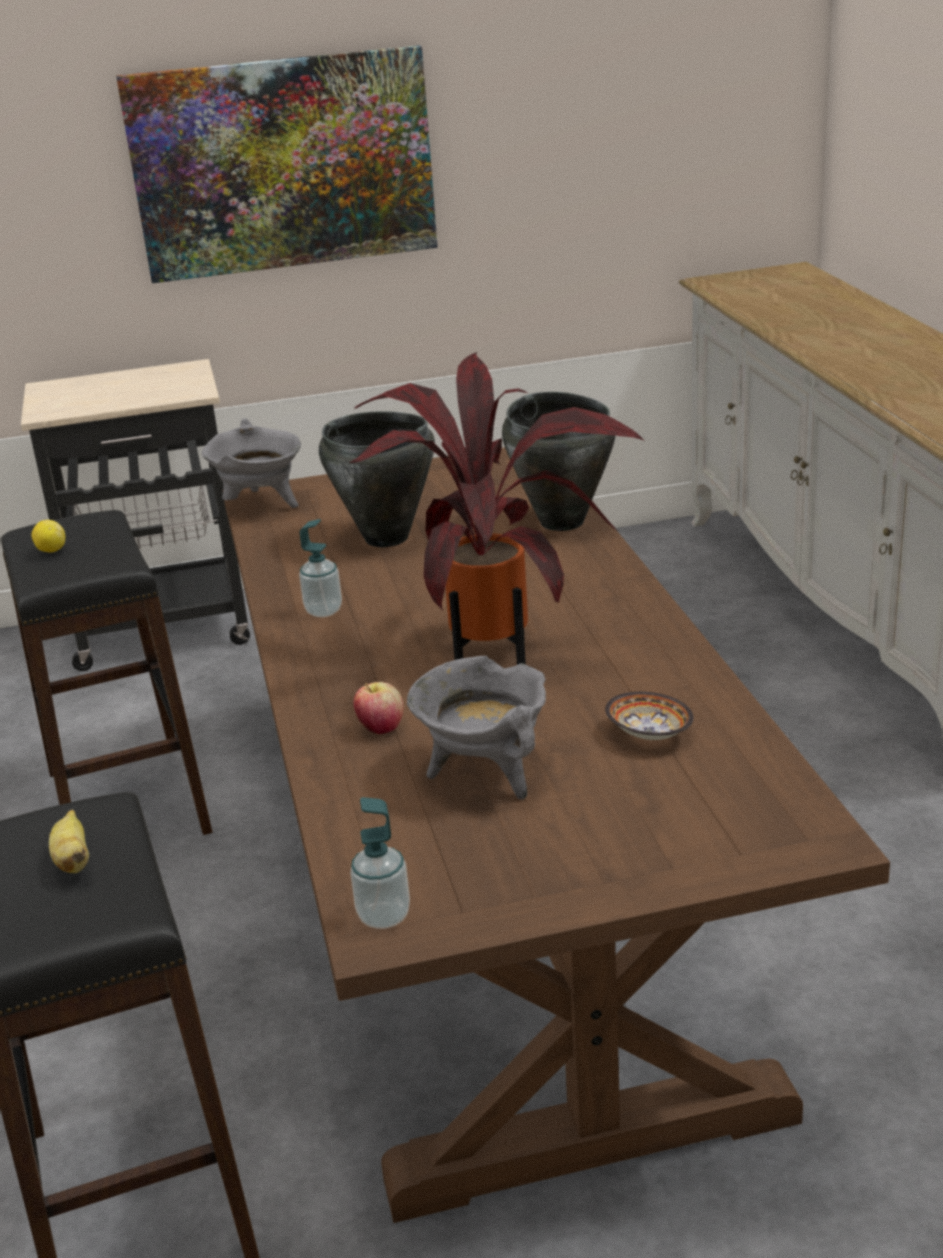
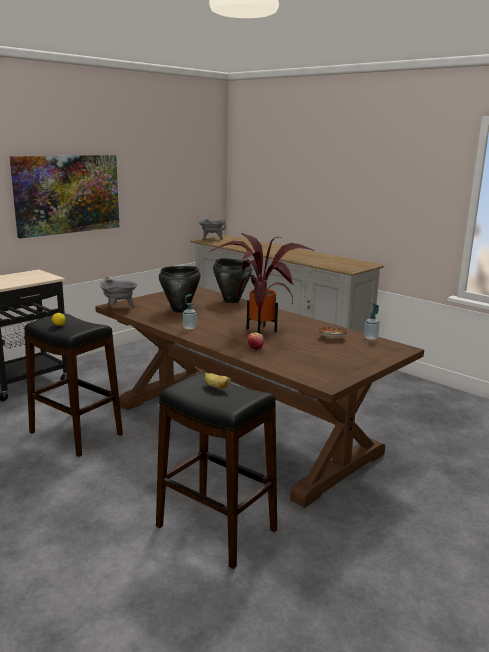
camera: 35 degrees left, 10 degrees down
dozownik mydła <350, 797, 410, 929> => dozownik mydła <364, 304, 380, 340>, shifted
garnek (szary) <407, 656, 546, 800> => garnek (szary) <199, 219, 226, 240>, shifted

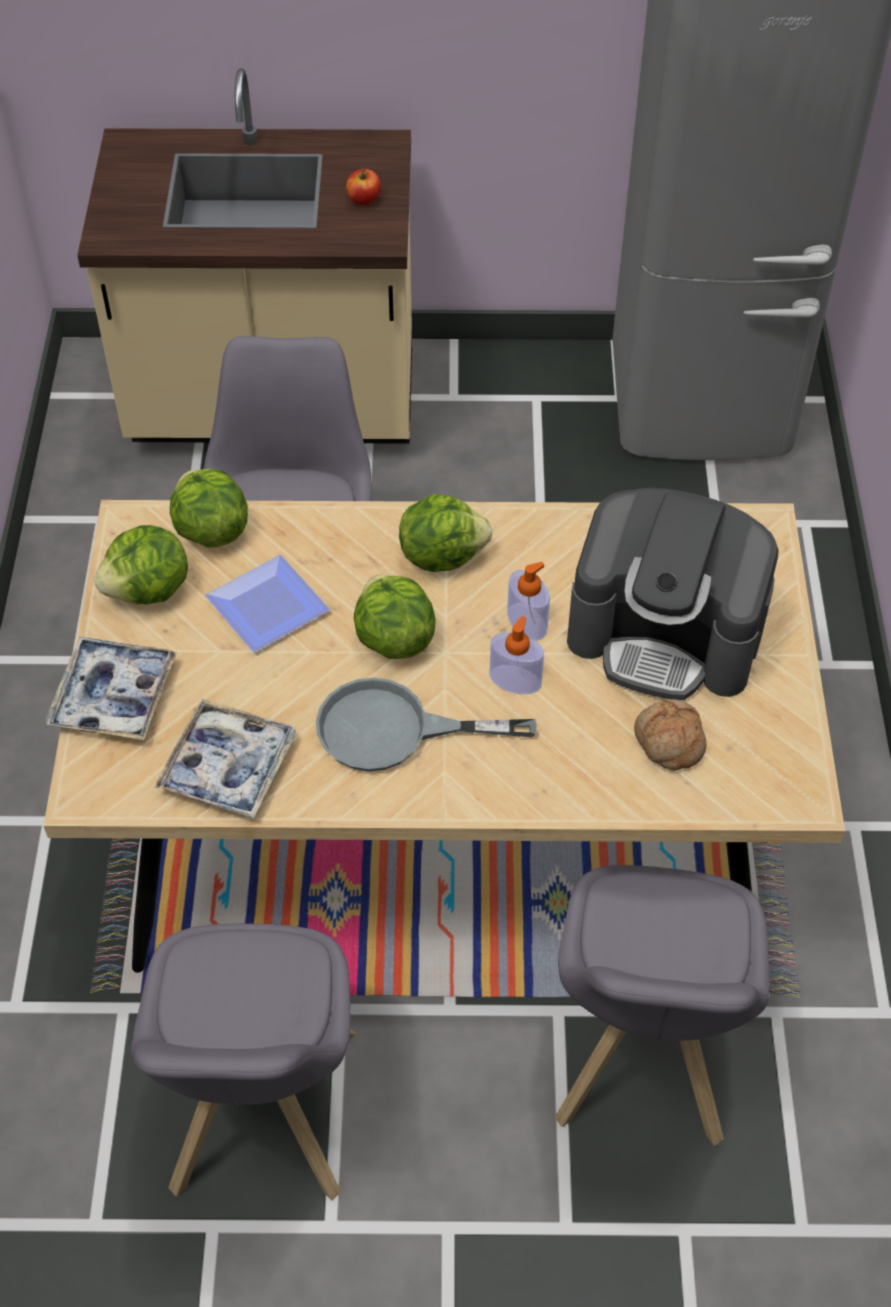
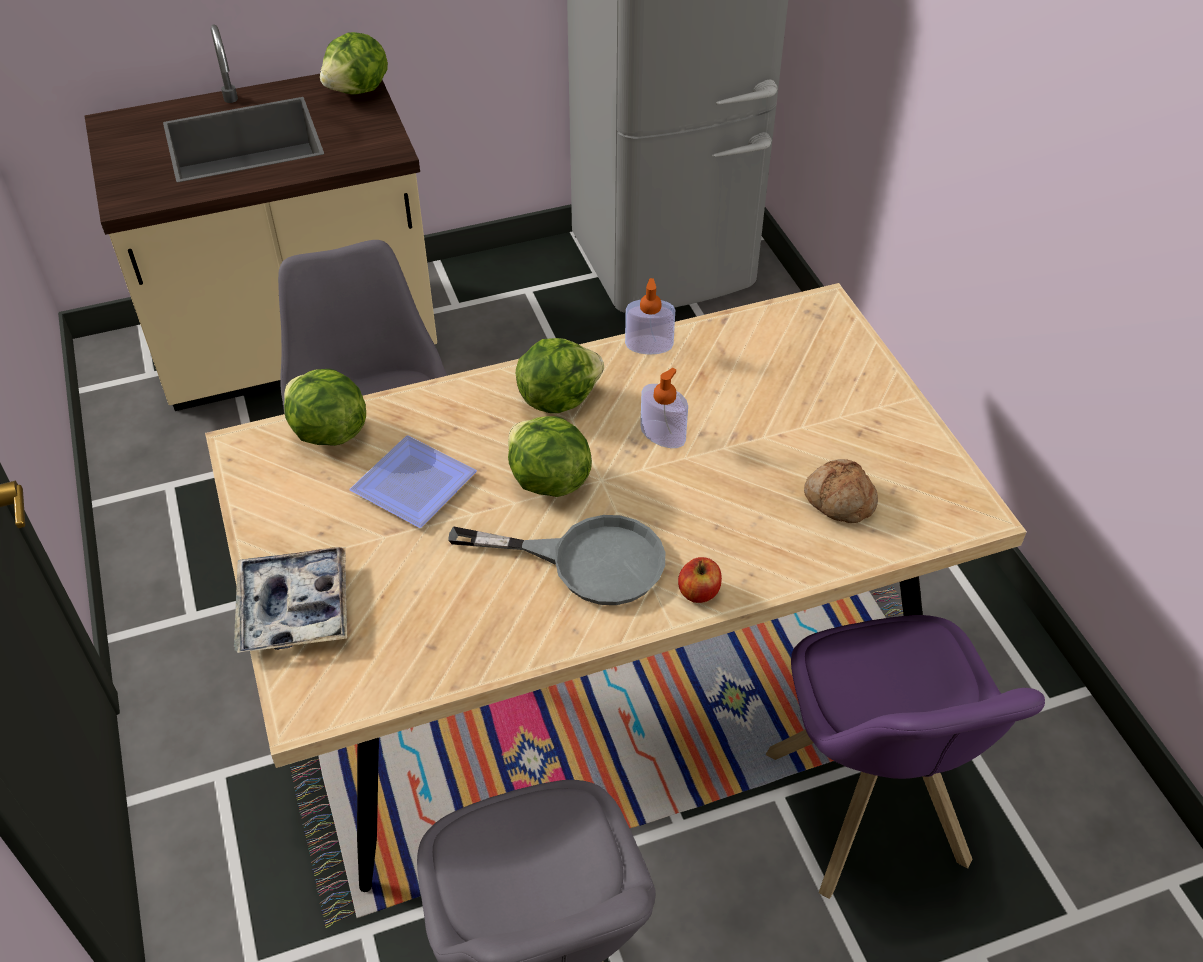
camera: 20 degrees left, 5 degrees down
sałata <94, 525, 188, 605> => sałata <320, 32, 388, 94>, shifted
taca <155, 699, 296, 818> => nothing
patelnia (szary) <316, 678, 537, 772> => patelnia (szary) <448, 515, 665, 605>, 150 degrees counterclockwise
jabłko <346, 169, 381, 205> => jabłko <678, 557, 722, 603>, shifted
dozownik mydła <489, 616, 544, 694> => dozownik mydła <625, 278, 675, 355>, shifted
krzesło (szary) <555, 865, 770, 1146> => krzesło (fioletowy) <766, 615, 1045, 899>
ekspres do kawy <567, 488, 779, 700> => nothing

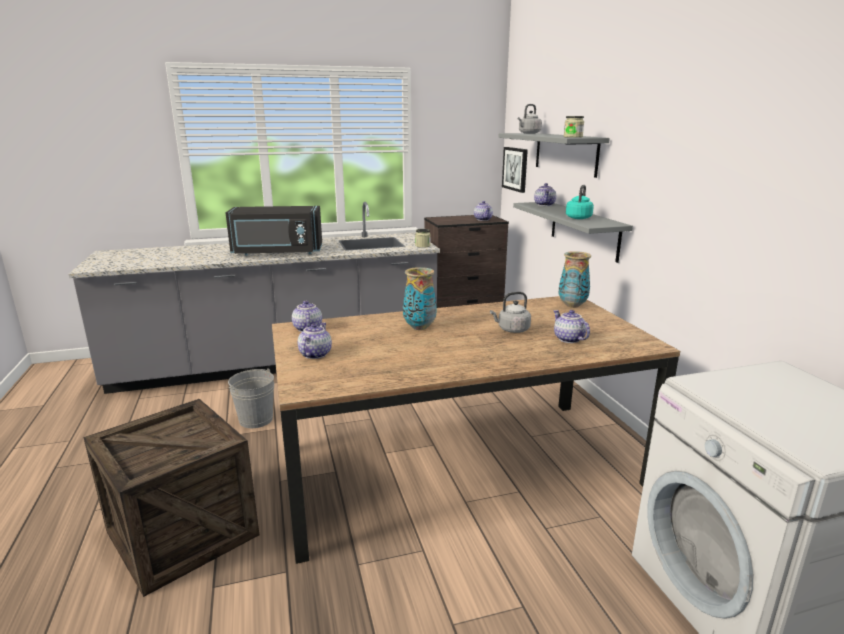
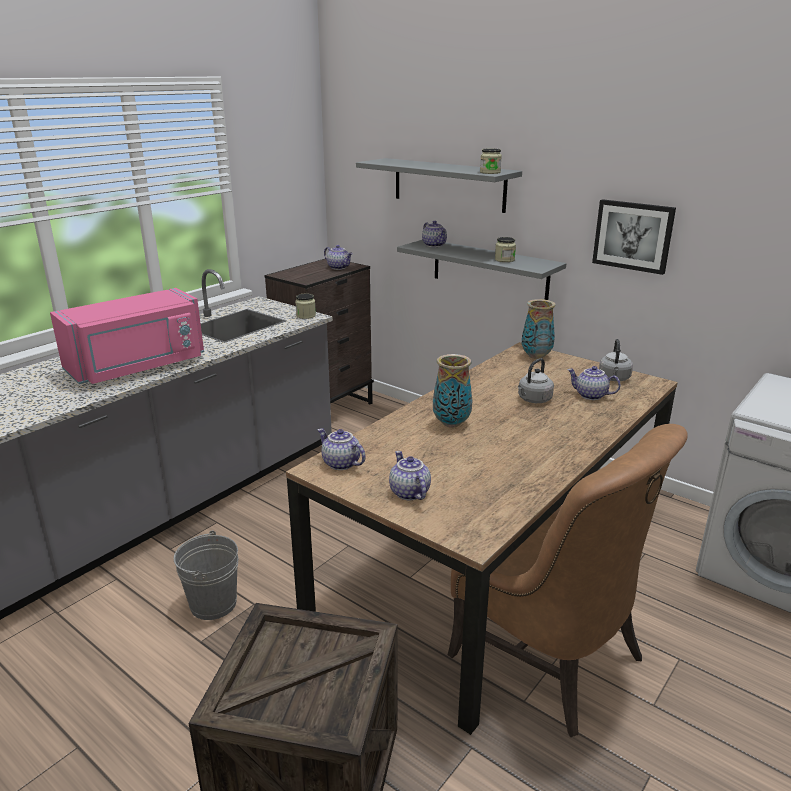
camera: 35 degrees left, 5 degrees up
mikrofalówka (czarny) <226, 206, 322, 256> => mikrofalówka (różowy) <50, 288, 204, 384>
obraz <502, 147, 528, 193> => obraz <592, 199, 676, 275>, shifted
czajnik (szary) <518, 104, 542, 134> => czajnik (szary) <599, 339, 633, 381>, shifted
czajnik (turkusowy) <566, 185, 594, 219> => słoik <495, 237, 516, 262>
nothing => krzesło (brązowy) <448, 424, 688, 737>

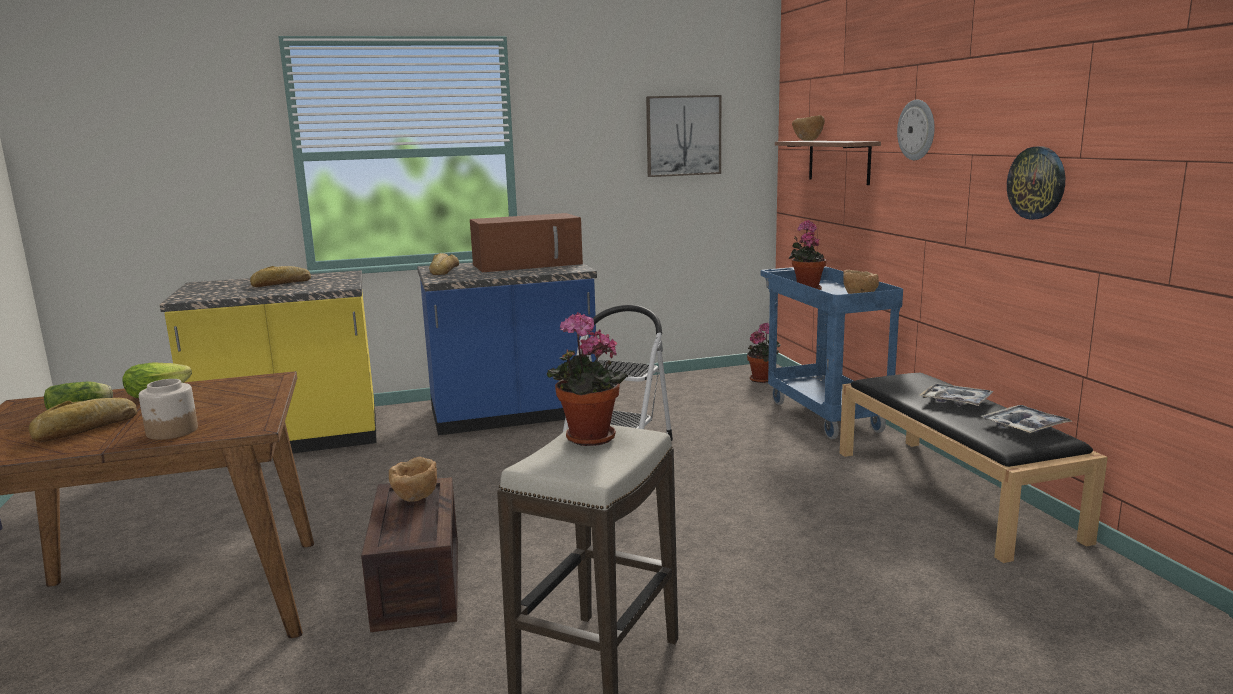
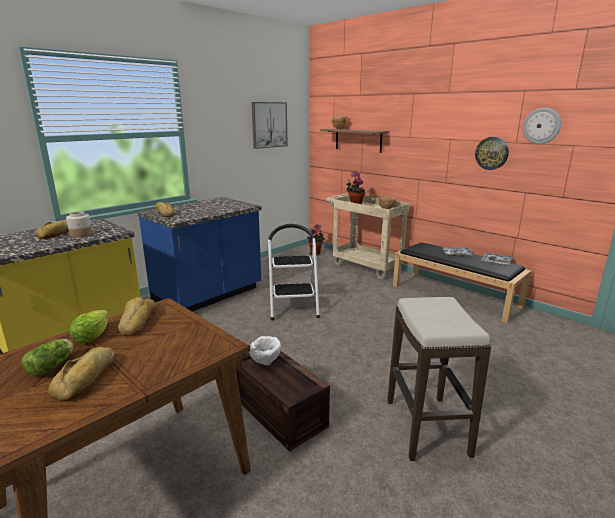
camera: 30 degrees left, 5 degrees up
słoik <139, 379, 198, 440> => słoik <66, 212, 92, 237>, shifted
miska (brązowy) <389, 457, 437, 502> => miska (biały) <249, 336, 281, 365>
mikrofalówka (brązowy) <470, 213, 583, 272> => nothing
roślina doniczkowa <547, 312, 628, 446> => nothing
wózek (niebieski) <761, 266, 903, 439> => wózek (beżowy) <327, 193, 409, 280>
zegar ścienny <897, 99, 935, 160> => zegar ścienny <523, 108, 561, 144>, shifted
nothing => chleb <118, 297, 157, 335>

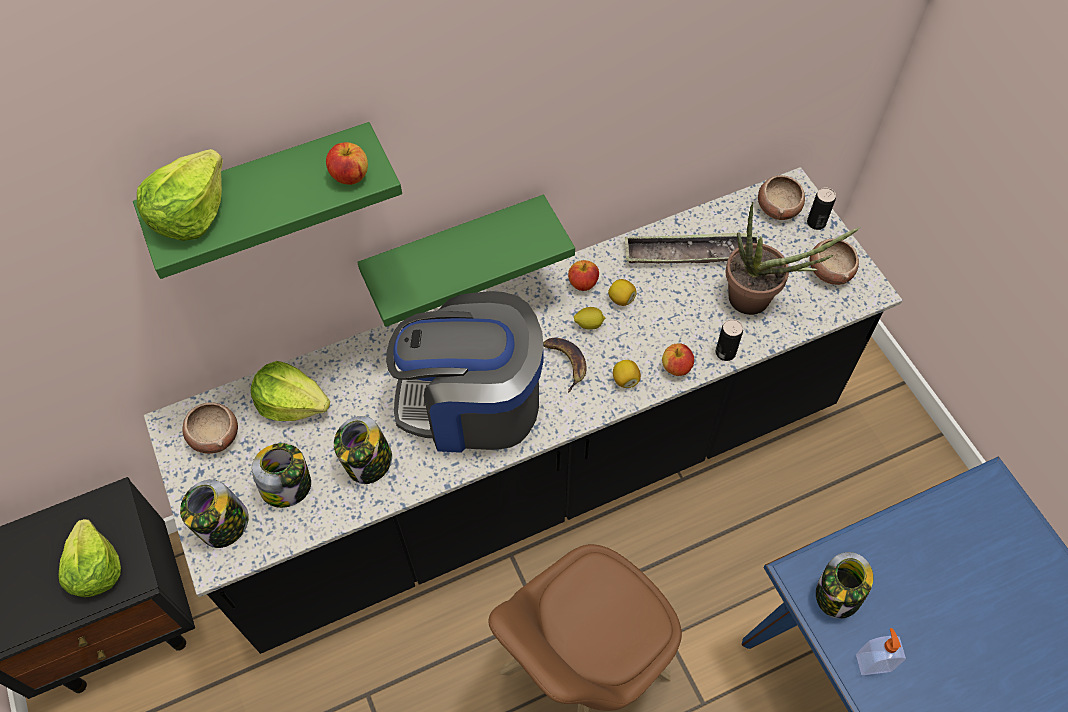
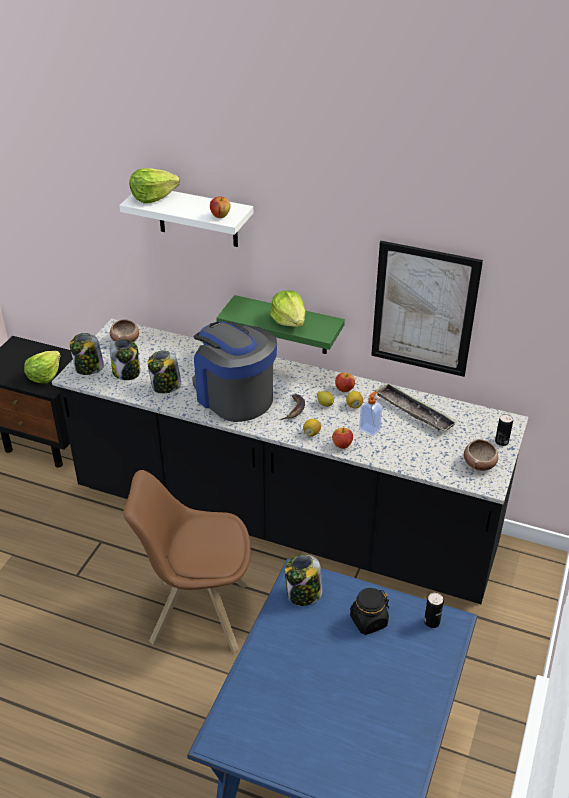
camera: 45 degrees right, 20 degrees down
półka (zielony) <133, 122, 402, 279> => półka (biały) <119, 191, 253, 247>
sałata <251, 361, 330, 421> => sałata <270, 291, 306, 327>, shifted
puszka <715, 319, 743, 361> => puszka <424, 593, 444, 628>, shifted
roślina doniczkowa <725, 201, 860, 315> => nothing
miska <758, 175, 805, 220> => nothing
dozownik mydła <856, 628, 906, 675> => dozownik mydła <359, 392, 382, 436>, shifted
nothing => słoik (czarny) <350, 588, 389, 635>
nothing => obraz <371, 241, 483, 377>

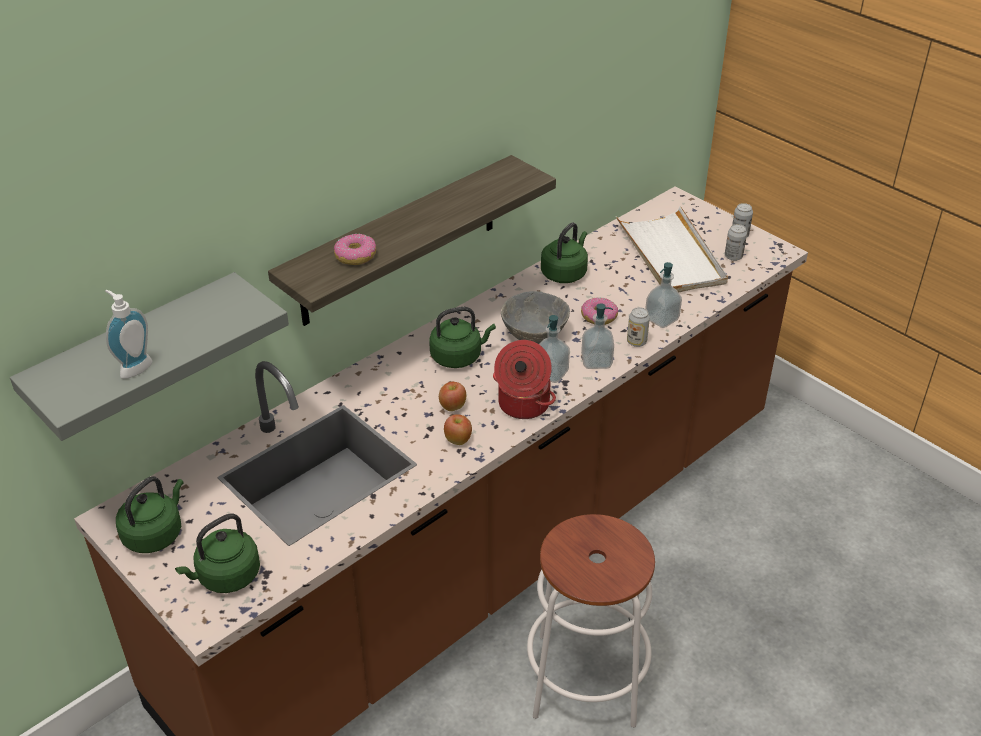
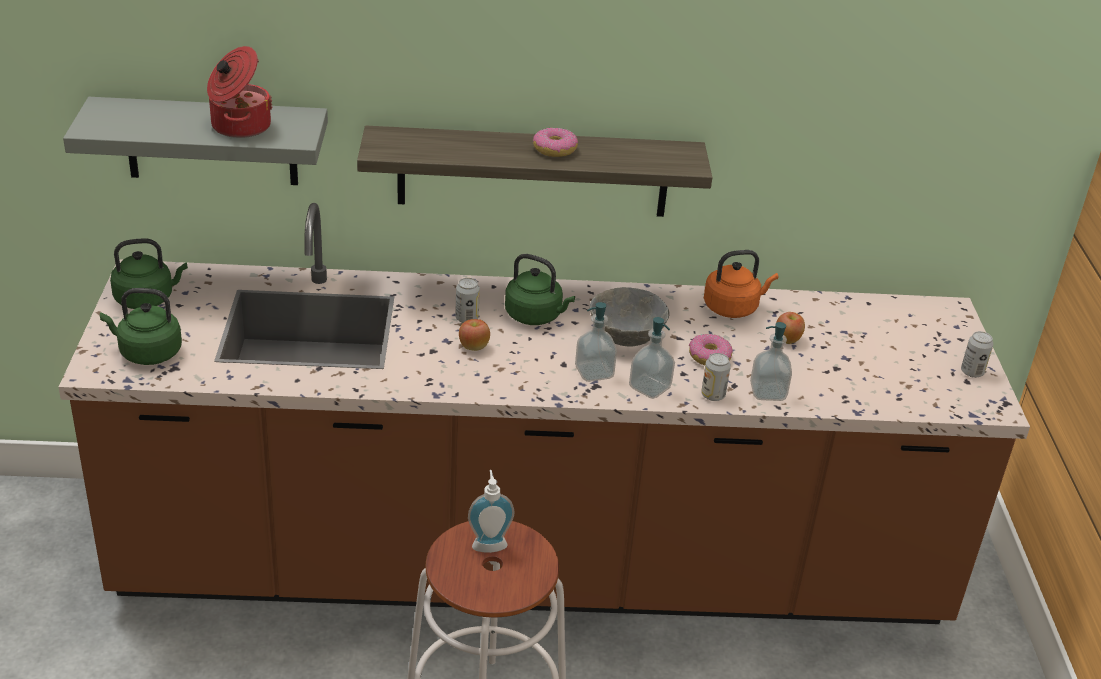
camera: 40 degrees right, 5 degrees down
dozownik mydła <105, 290, 152, 379> => dozownik mydła <468, 470, 514, 553>, shifted
donut <334, 233, 376, 265> => donut <533, 128, 578, 157>, shifted
jabłko <444, 414, 472, 445> => jabłko <776, 312, 805, 344>, shifted
garnek <493, 340, 556, 419> => garnek <207, 46, 273, 138>, shifted
czajnik (zielony) <541, 222, 588, 283> => czajnik (pomarańczowy) <704, 250, 778, 318>
taca (biały) <616, 206, 728, 293> => nothing
puszka <725, 224, 747, 261> => puszka <455, 278, 480, 323>, shifted

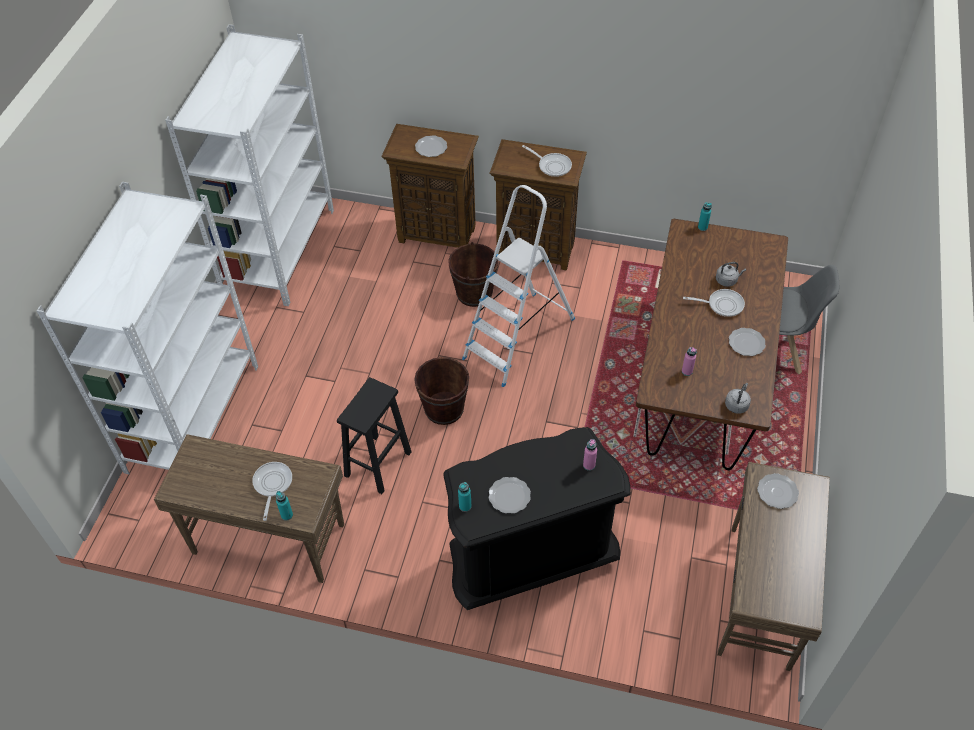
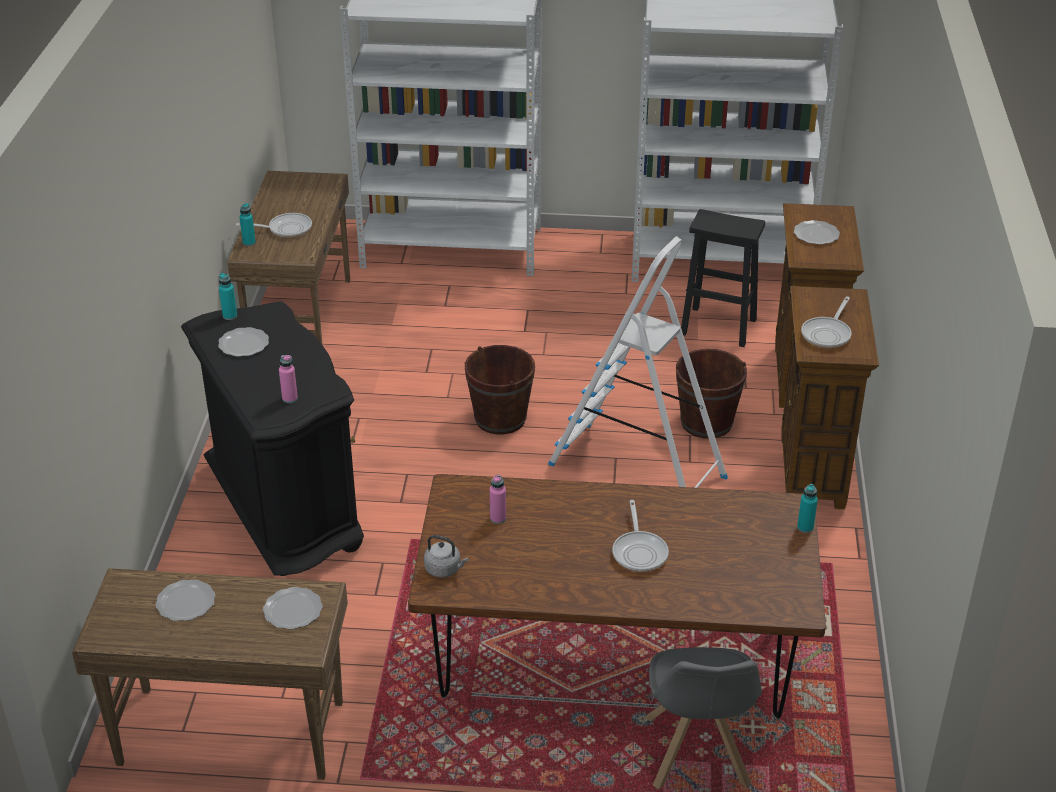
camera: 80 degrees right, 15 degrees down
stołek (czarny) <337, 377, 411, 494> => stołek (czarny) <681, 209, 765, 347>, shifted
czajnik (szary) <716, 262, 746, 287> => nothing
talerz <729, 328, 766, 356> => talerz <156, 580, 215, 621>, shifted

